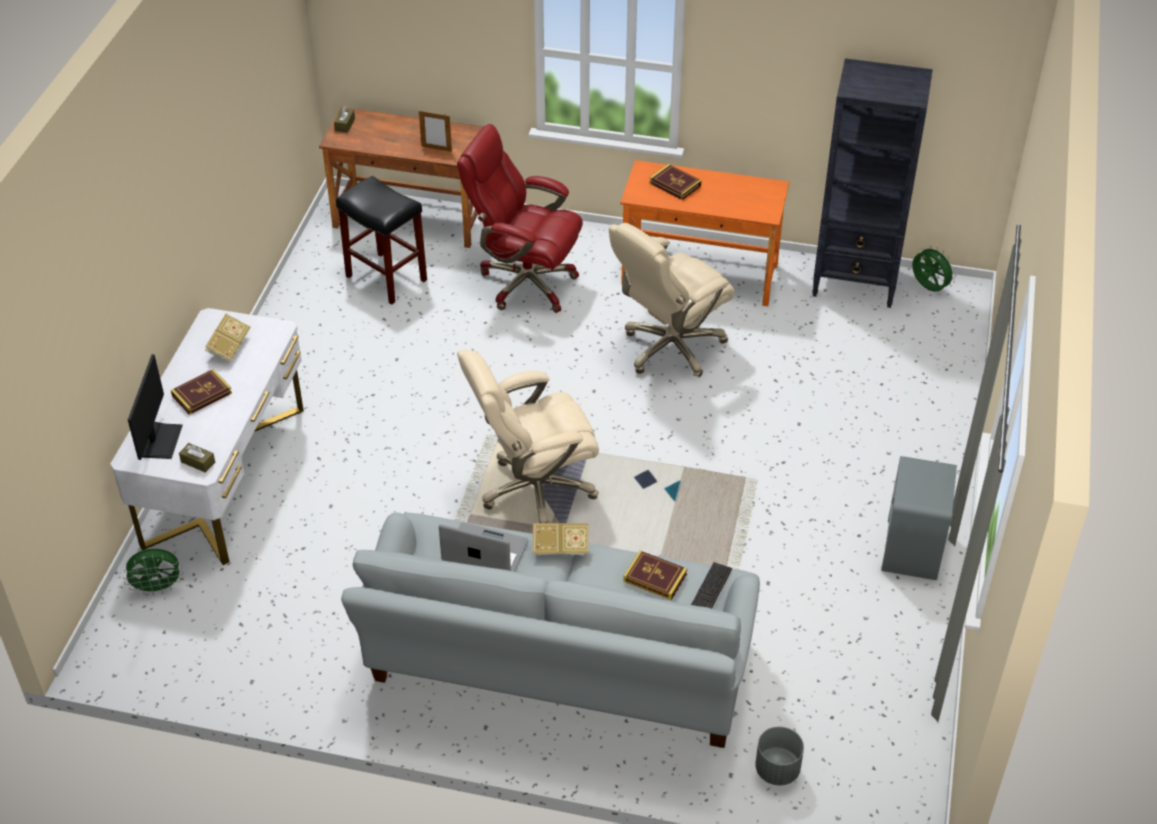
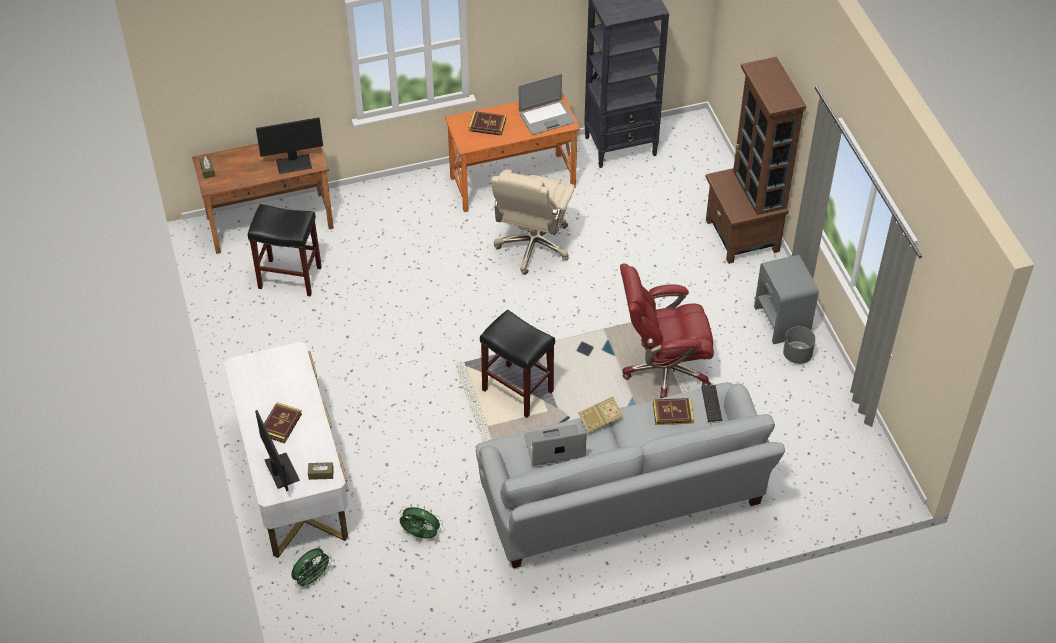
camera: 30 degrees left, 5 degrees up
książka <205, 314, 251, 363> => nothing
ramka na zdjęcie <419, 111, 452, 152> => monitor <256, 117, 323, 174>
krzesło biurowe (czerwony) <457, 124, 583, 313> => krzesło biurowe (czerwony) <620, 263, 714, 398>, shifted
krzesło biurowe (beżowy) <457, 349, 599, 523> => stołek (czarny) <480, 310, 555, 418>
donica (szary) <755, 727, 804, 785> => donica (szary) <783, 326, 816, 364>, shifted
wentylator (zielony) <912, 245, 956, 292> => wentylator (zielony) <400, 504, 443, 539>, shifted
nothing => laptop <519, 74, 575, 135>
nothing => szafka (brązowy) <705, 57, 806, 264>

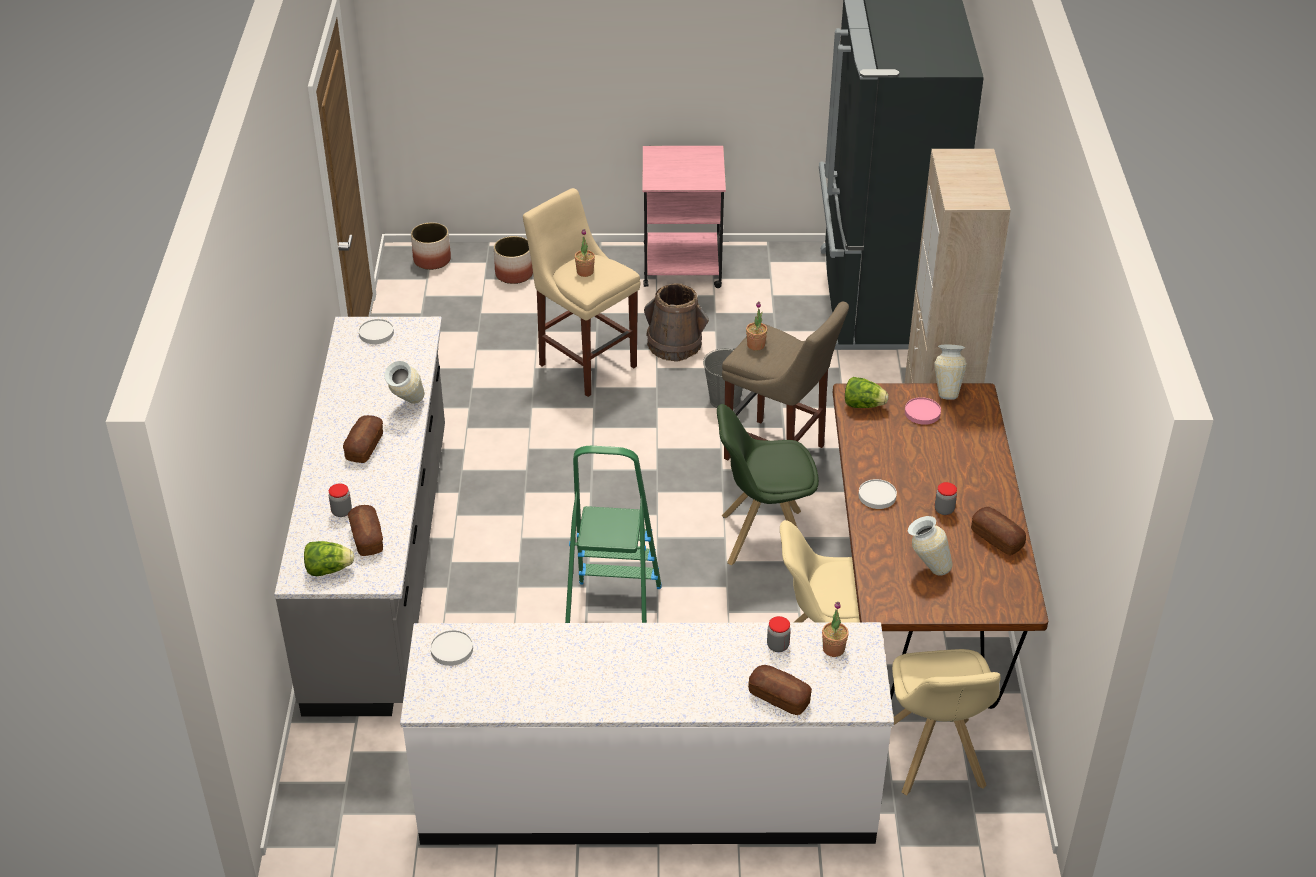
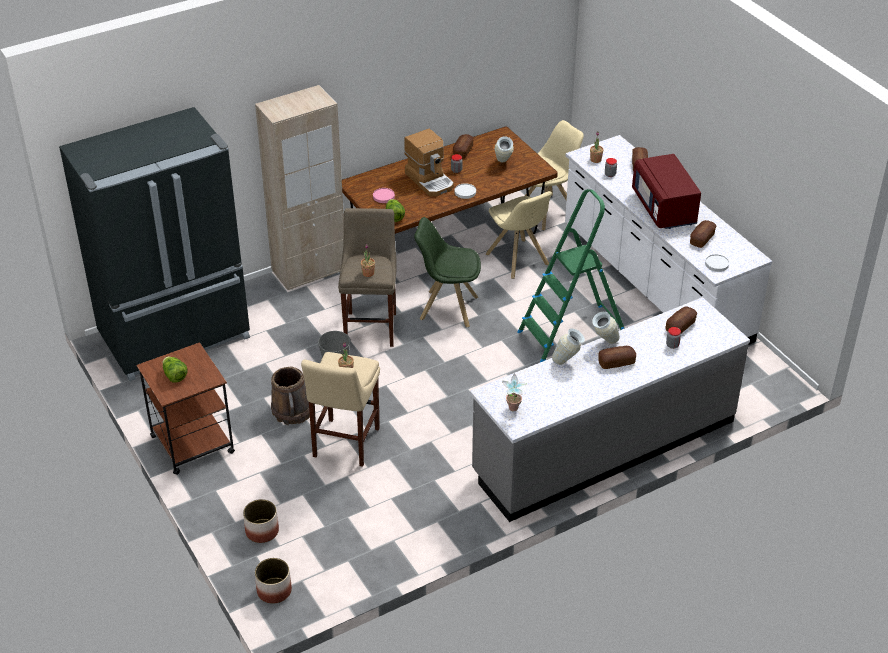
camera: 120 degrees left, 0 degrees up
sałata <304, 541, 354, 576> => sałata <163, 356, 187, 383>, shifted
talerz (biały) <359, 319, 394, 344> => roślina doniczkowa <502, 373, 528, 411>
wózek (różowy) <642, 146, 726, 288> => wózek (brązowy) <137, 342, 235, 475>
krzesło (zielony) <717, 404, 819, 566> => krzesło (zielony) <414, 217, 481, 327>, 135 degrees clockwise
wazon <934, 345, 967, 400> => wazon <592, 312, 620, 344>, shifted
nothing => ekspres do kawy <404, 129, 454, 196>
nothing => mikrofalówka (czerwony) <632, 154, 701, 229>
nothing => chleb <690, 220, 716, 248>

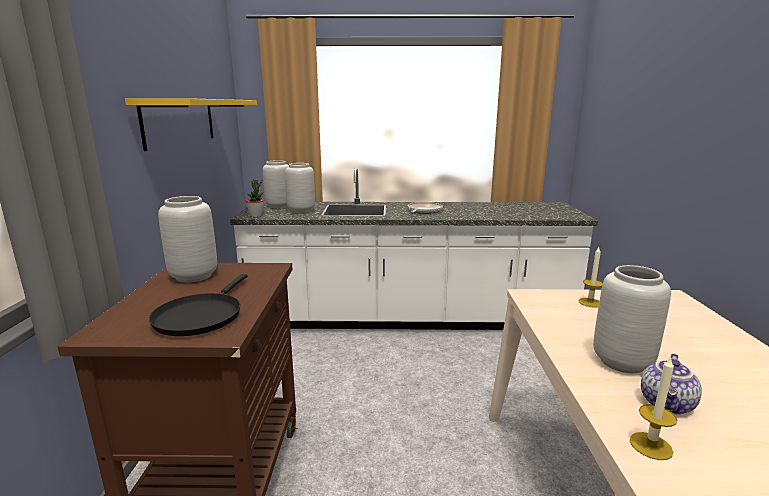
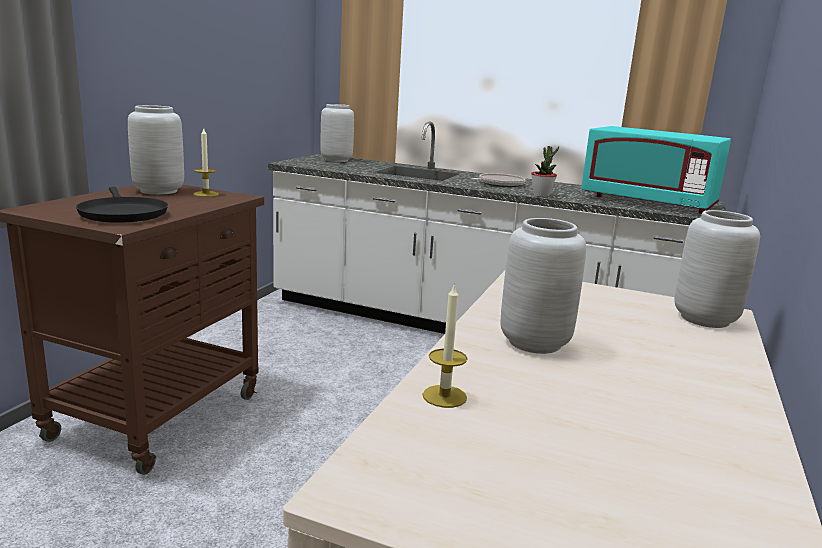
camera: 20 degrees right, 0 degrees up
półka (żółty) <125, 98, 257, 151> => nothing
patelnia (czarny) <149, 274, 248, 336> => patelnia (czarny) <76, 187, 168, 223>, 60 degrees counterclockwise
roślina doniczkowa <246, 179, 265, 217> => roślina doniczkowa <531, 146, 559, 197>, shifted
wazon (szary) <285, 163, 315, 213> => wazon (szary) <674, 210, 760, 328>, shifted
świeca <578, 247, 603, 308> => świeca <193, 128, 219, 197>, shifted
imbryk <641, 354, 702, 415> => nothing
nothing => mikrofalówka (turkusowy) <581, 126, 731, 214>

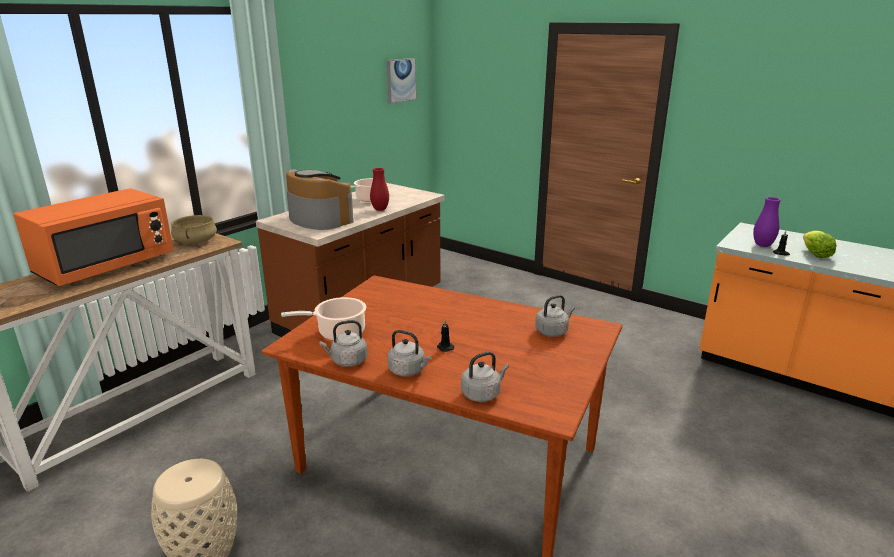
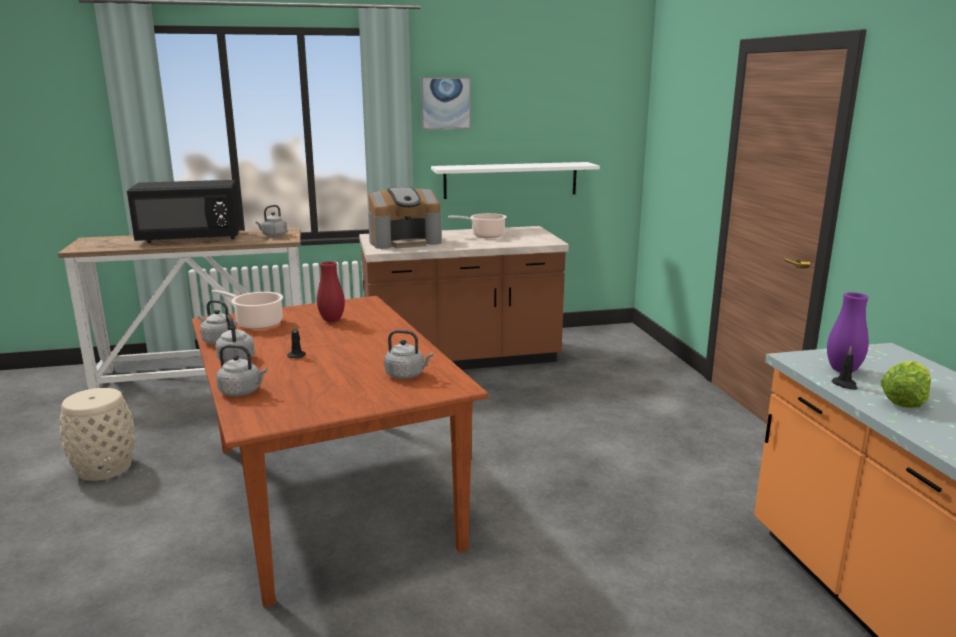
camera: 40 degrees right, 5 degrees down
mikrofalówka (pomarańczowy) <13, 188, 174, 286> => mikrofalówka (czarny) <127, 180, 240, 243>
garnek (beżowy) <171, 215, 217, 244> => czajnik (szary) <255, 205, 287, 237>
ekspres do kawy <286, 169, 354, 230> => ekspres do kawy <368, 187, 442, 249>, 75 degrees clockwise
wazon (czerwony) <370, 168, 389, 211> => wazon (czerwony) <317, 261, 345, 322>, shifted
obraz <387, 58, 417, 104> => obraz <421, 77, 471, 130>, shifted
nothing => półka (biały) <431, 162, 600, 199>

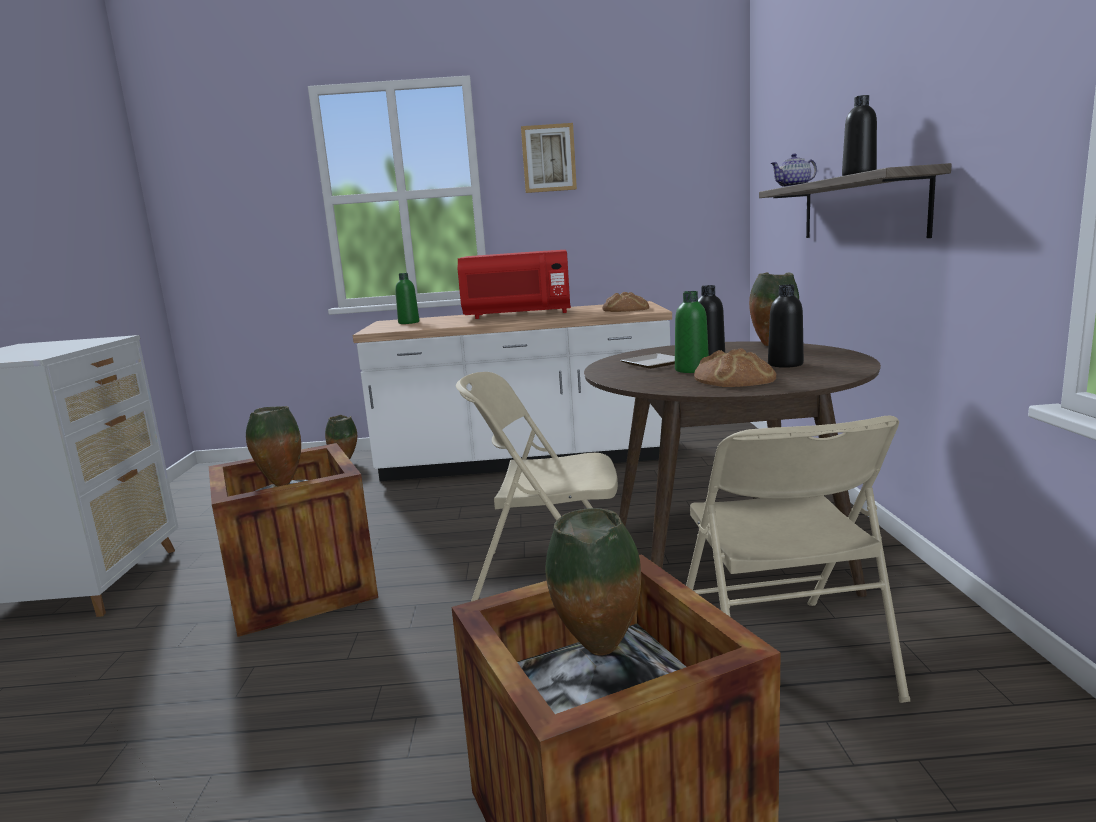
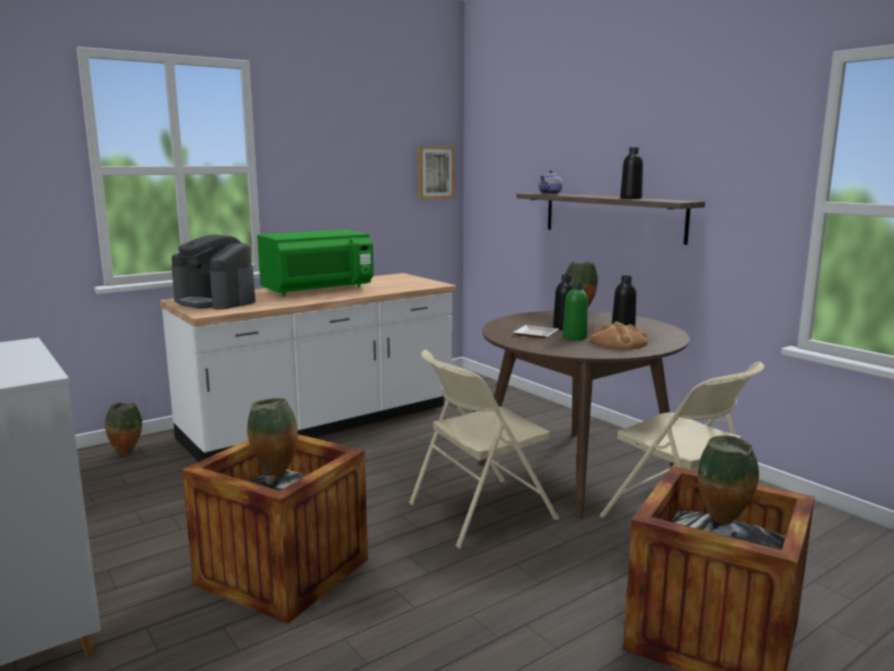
camera: 35 degrees left, 0 degrees up
butelka (zielony) <395, 273, 419, 324> => ekspres do kawy <171, 235, 255, 310>
mikrofalówka (czerwony) <458, 250, 571, 319> => mikrofalówka (zielony) <257, 230, 374, 296>
obraz <521, 123, 577, 193> => obraz <418, 146, 454, 200>, shifted
chleb <602, 292, 649, 312> => nothing

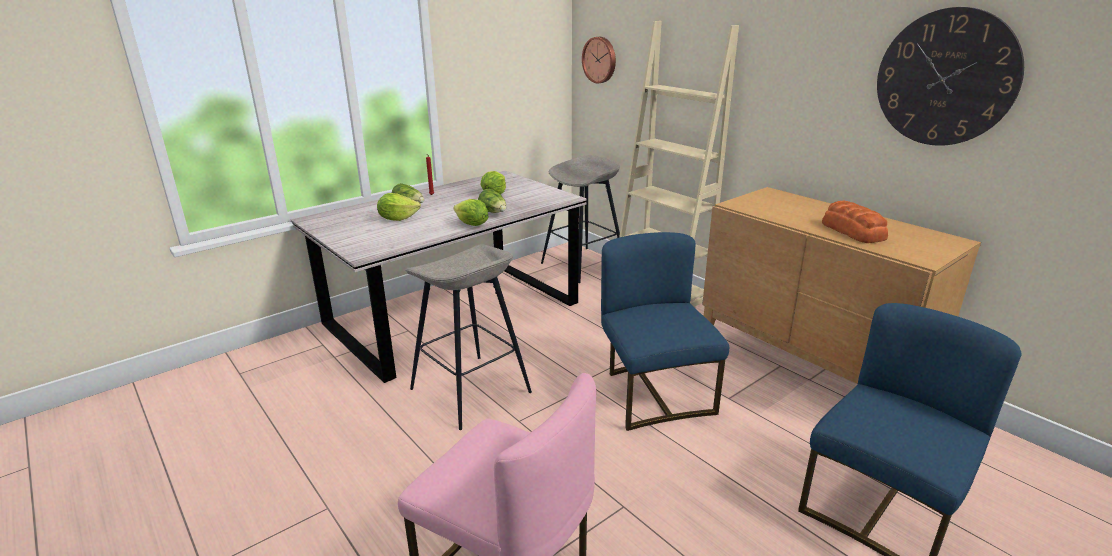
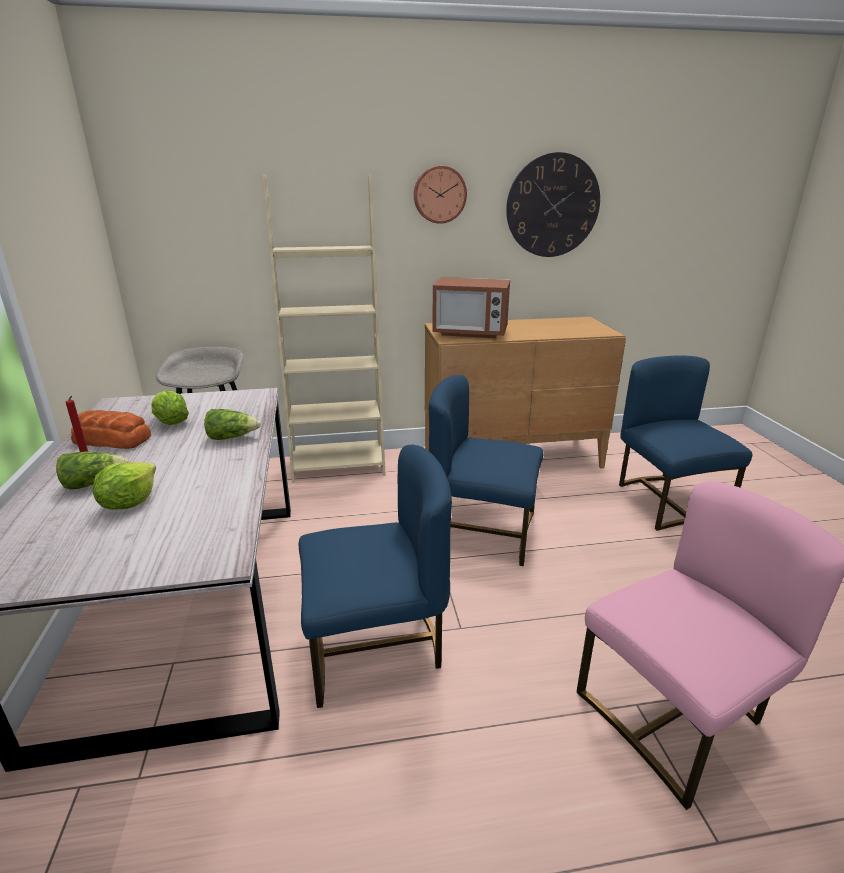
camera: 60 degrees left, 0 degrees up
stołek (szary) <405, 244, 532, 430> => krzesło (niebieski) <299, 445, 452, 708>
sałata <453, 199, 488, 226> => nothing
zegar ścienny <582, 37, 616, 84> => zegar ścienny <414, 166, 467, 224>, shifted
chleb <822, 201, 888, 243> => chleb <71, 410, 151, 449>, shifted
nothing => mikrofalówka <432, 277, 510, 338>

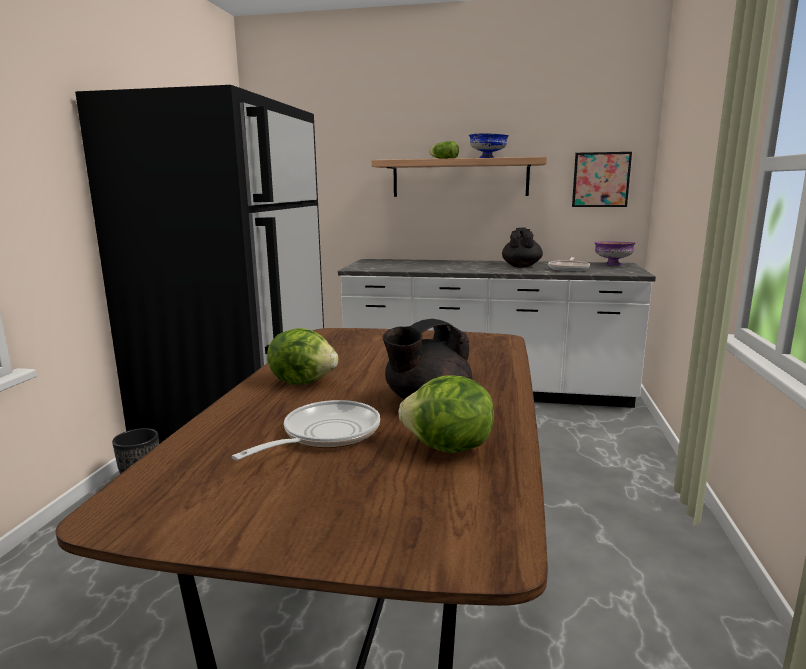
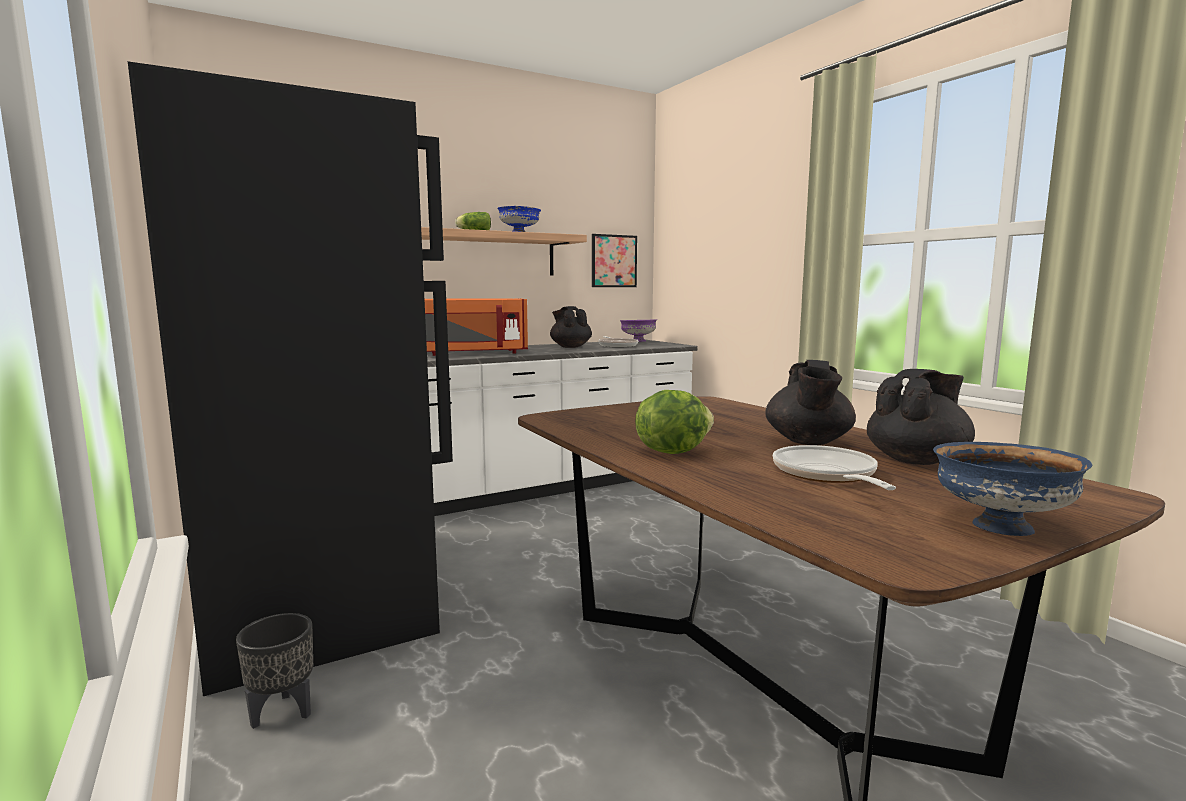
camera: 40 degrees left, 5 degrees down
sałata <398, 376, 494, 453> => imbryk (czarny) <867, 369, 975, 465>
nothing => mikrofalówka (pomarańczowy) <424, 298, 528, 356>
nothing => miska (niebieski) <933, 442, 1092, 536>

